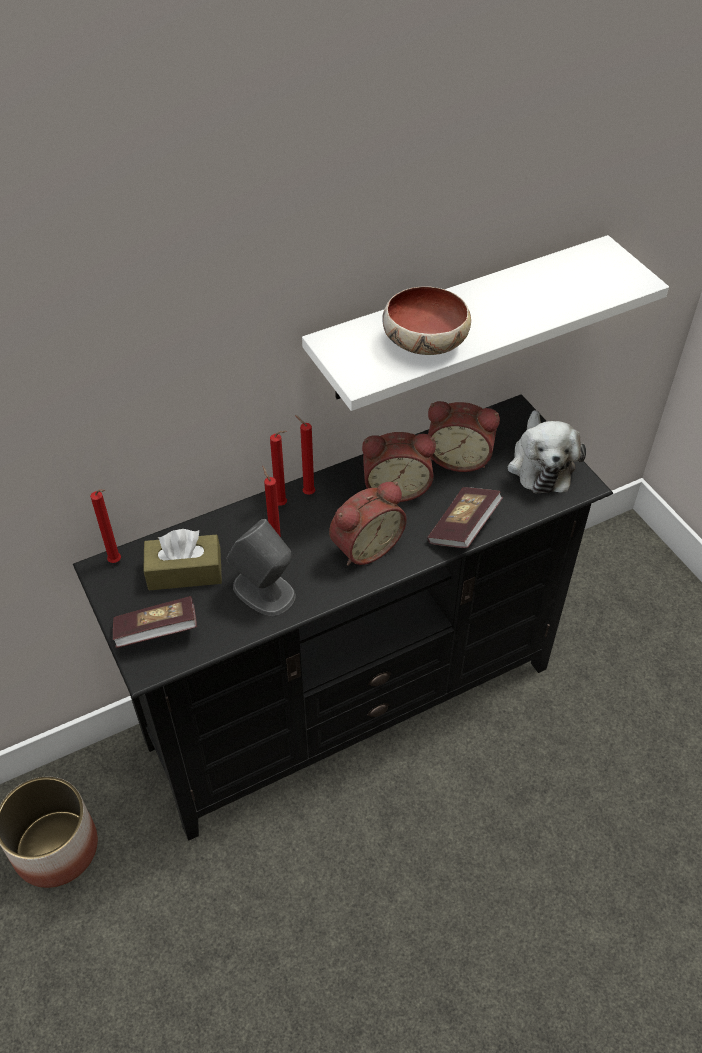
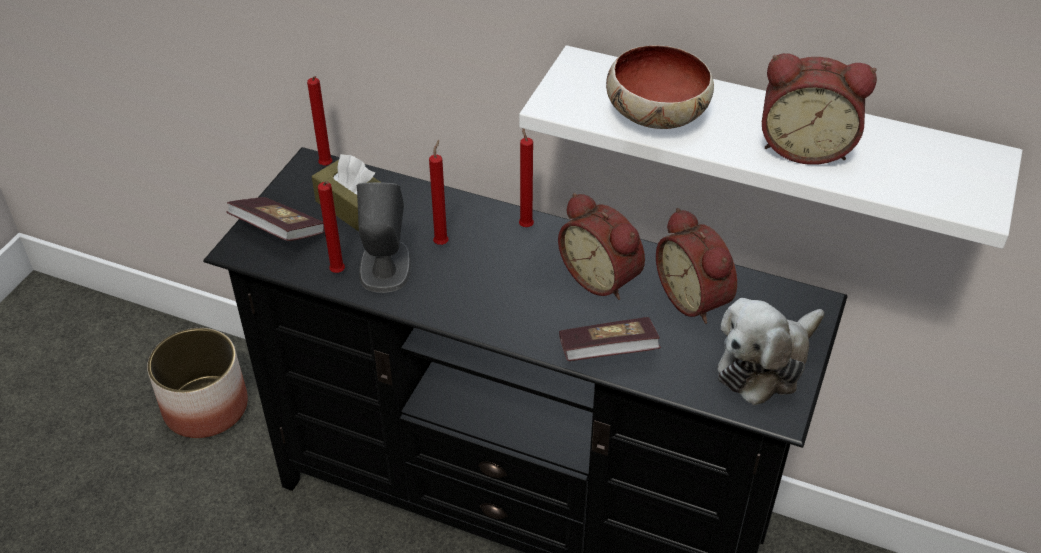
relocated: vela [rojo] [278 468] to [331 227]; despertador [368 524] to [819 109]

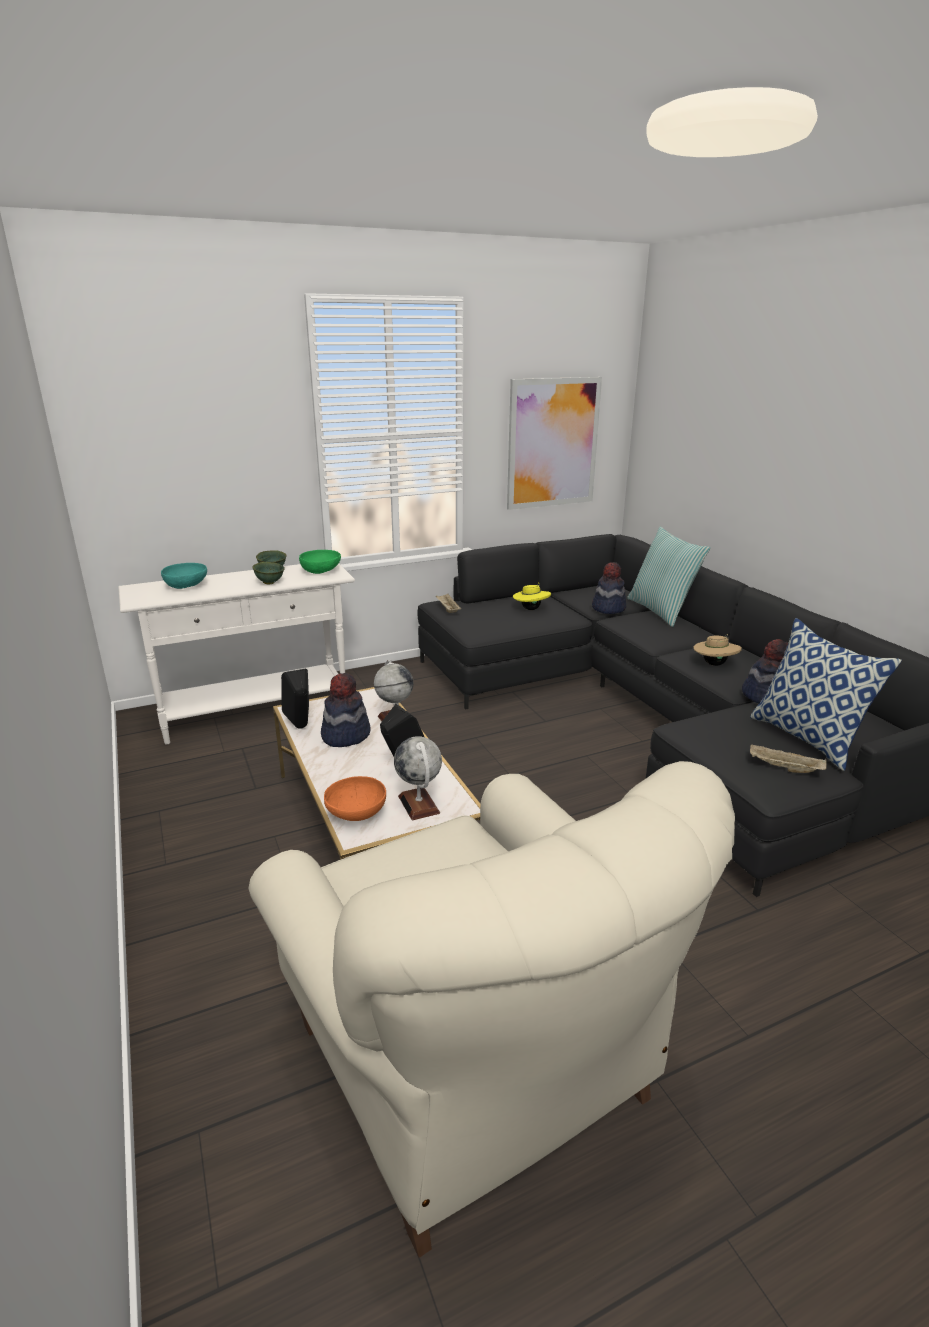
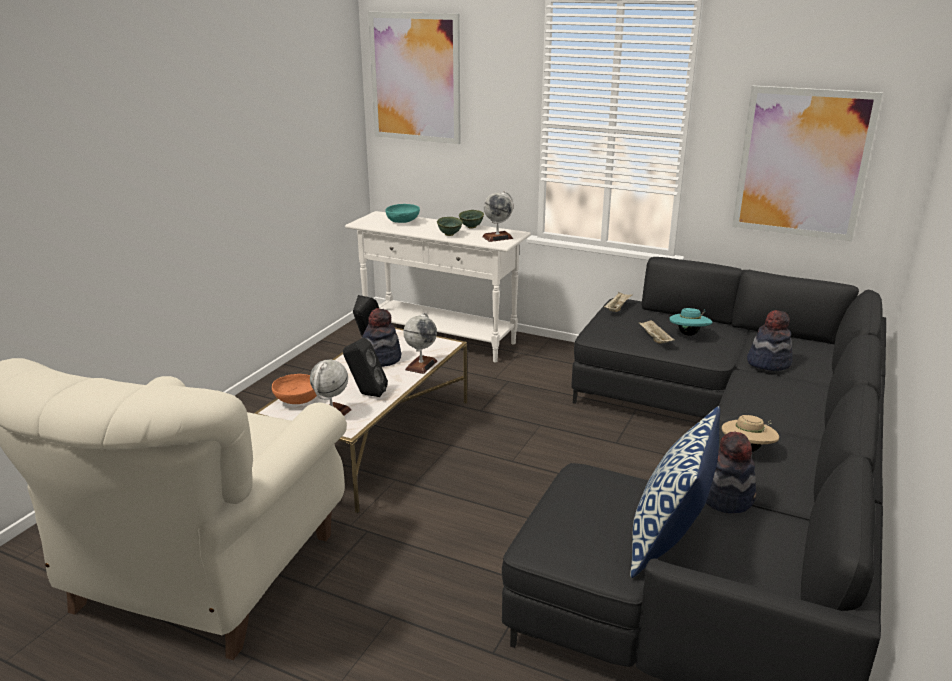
missing: cojín [668 577]
appeared: cuadro [414 78]
relocated: bandeja [beis] [788 758] to [657 332]
exchanged: cuenco [verde] [320 562] to globo terráqueo [498 216]
colour: sombrero [amarillo] [532 596] to sombrero [turquesa] [691 322]

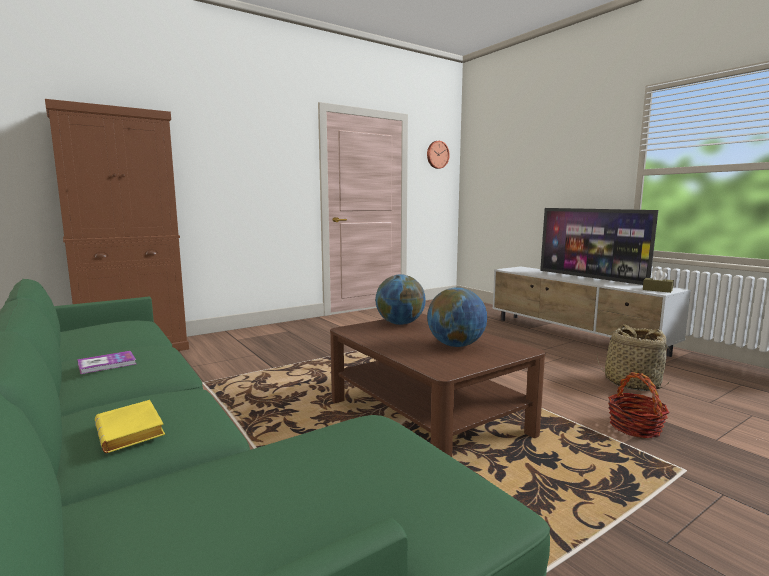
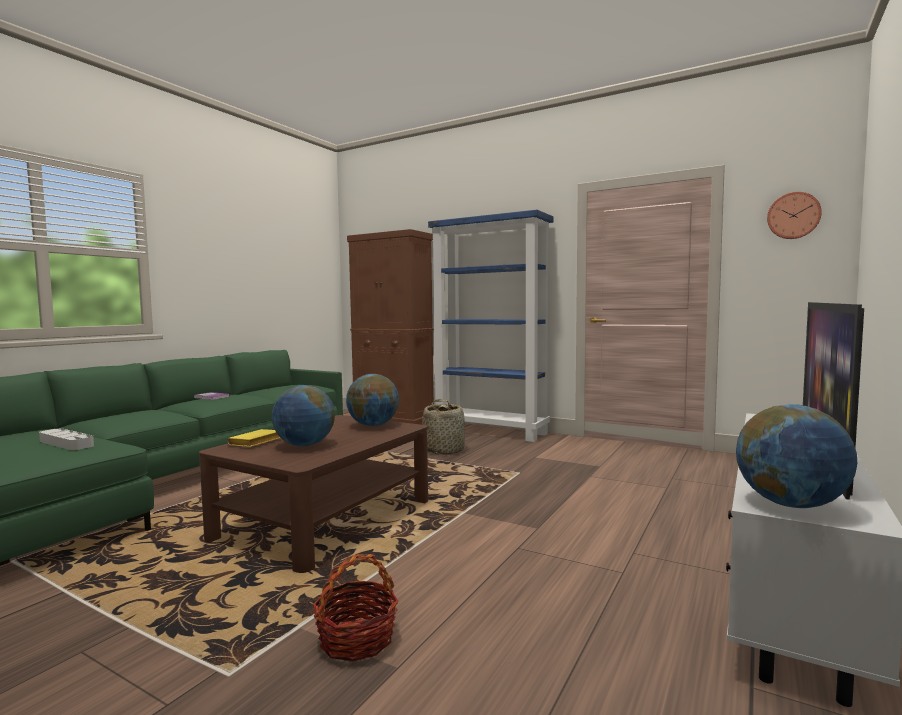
appeared: bandeja [gris] [66 439]; estantería [azul] [490 326]
relocated: libro [amarillo] [130 426] to [254 438]; cesta [633 357] to [443 427]
exchanged: caja de pañuelos [marrón] [658 281] to globo terráqueo [796 456]

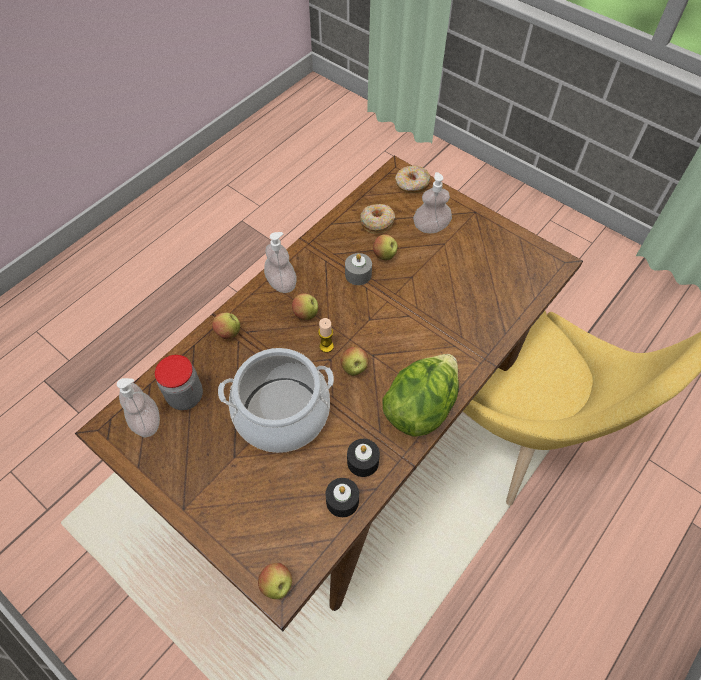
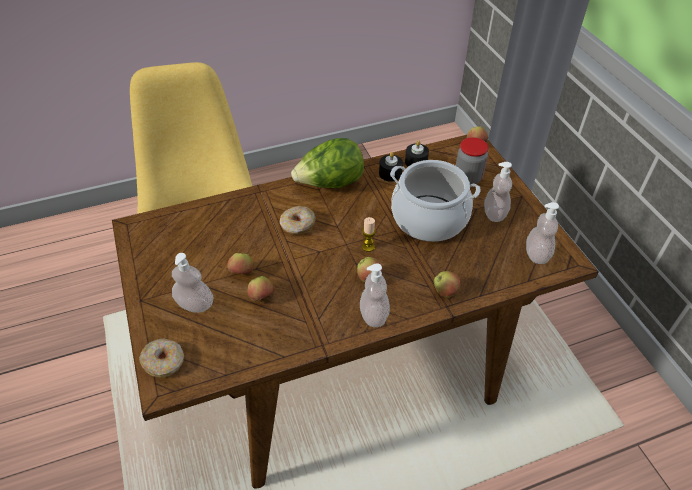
missing: vela [gris] [358 269]
appeared: dispensador de jabón [498 192]
relocated: tarro [179 382] to [472 160]; manzana [354 361] to [240 264]; rosquilla [377 219] to [298 220]

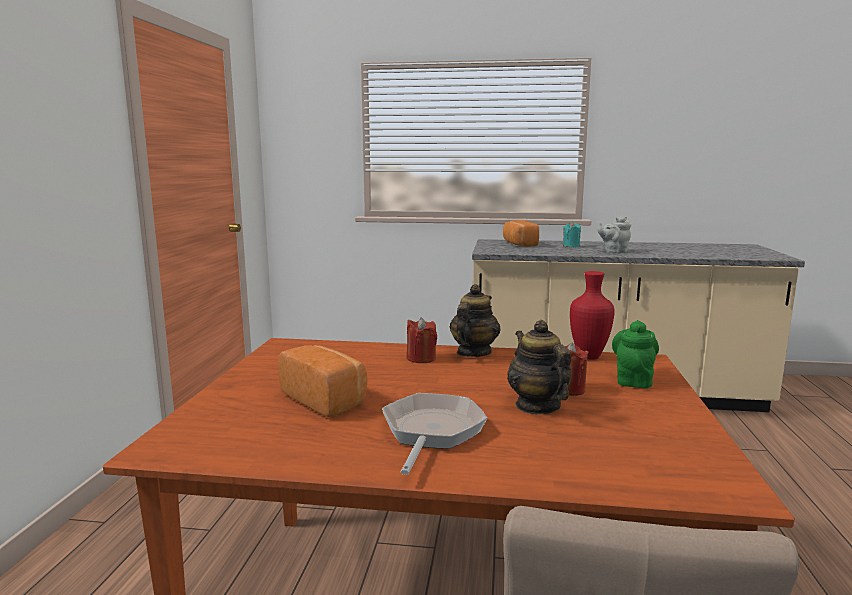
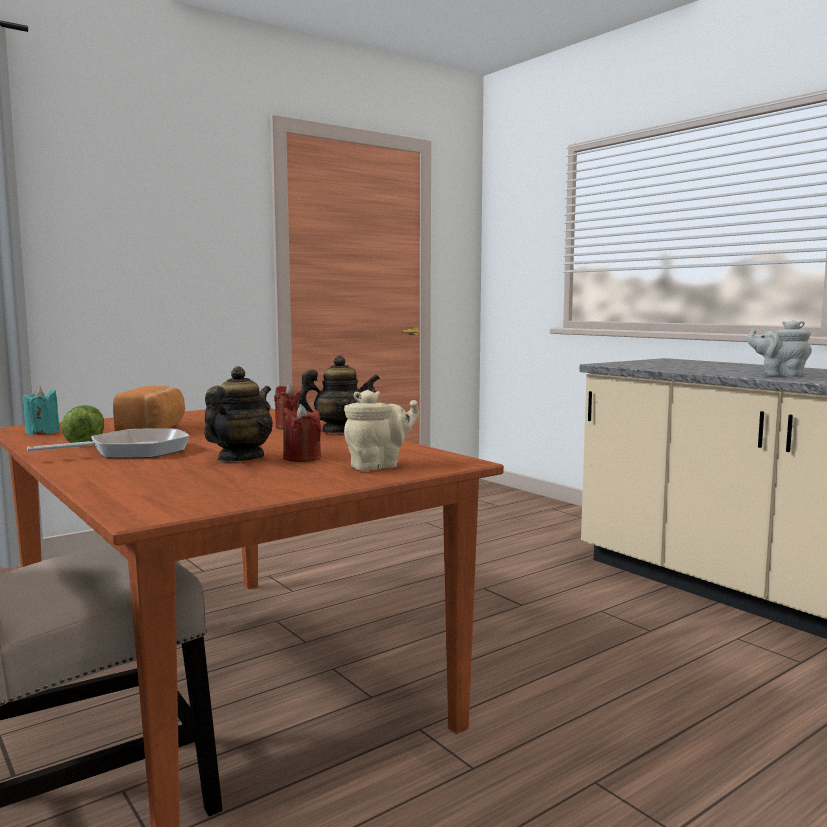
missing: pan [521 233]; florero [rojo] [592 315]
appeared: lechuga [82 424]
relocated: vela [turquesa] [572 235] to [41 411]
colour: tetera [verde] [635 354] to tetera [beis] [381 430]

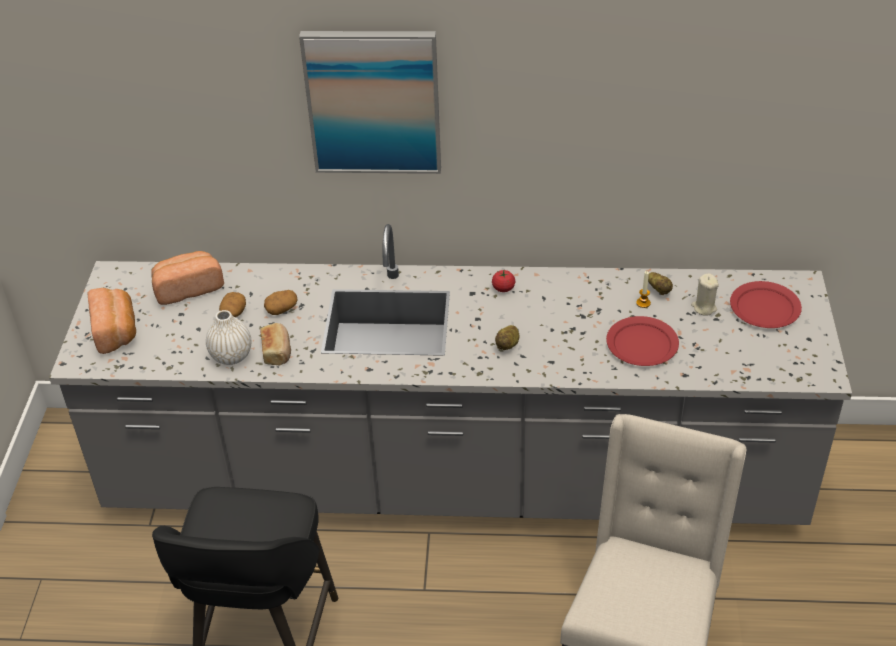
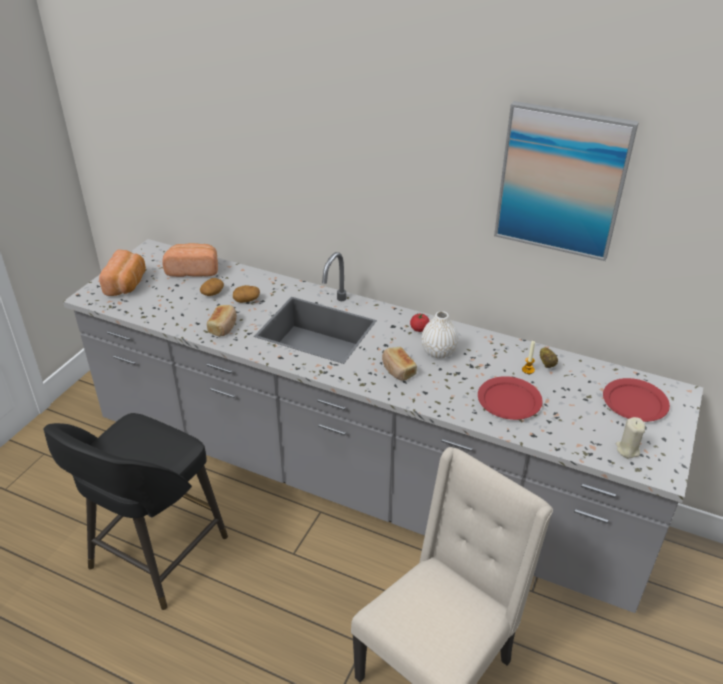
relocated: florero [blanco] [228 337] to [440 334]; cuadro [370 102] to [566 181]; vela [beis] [705 295] to [630 437]
exchanged: patata [507 337] to pan [399 363]

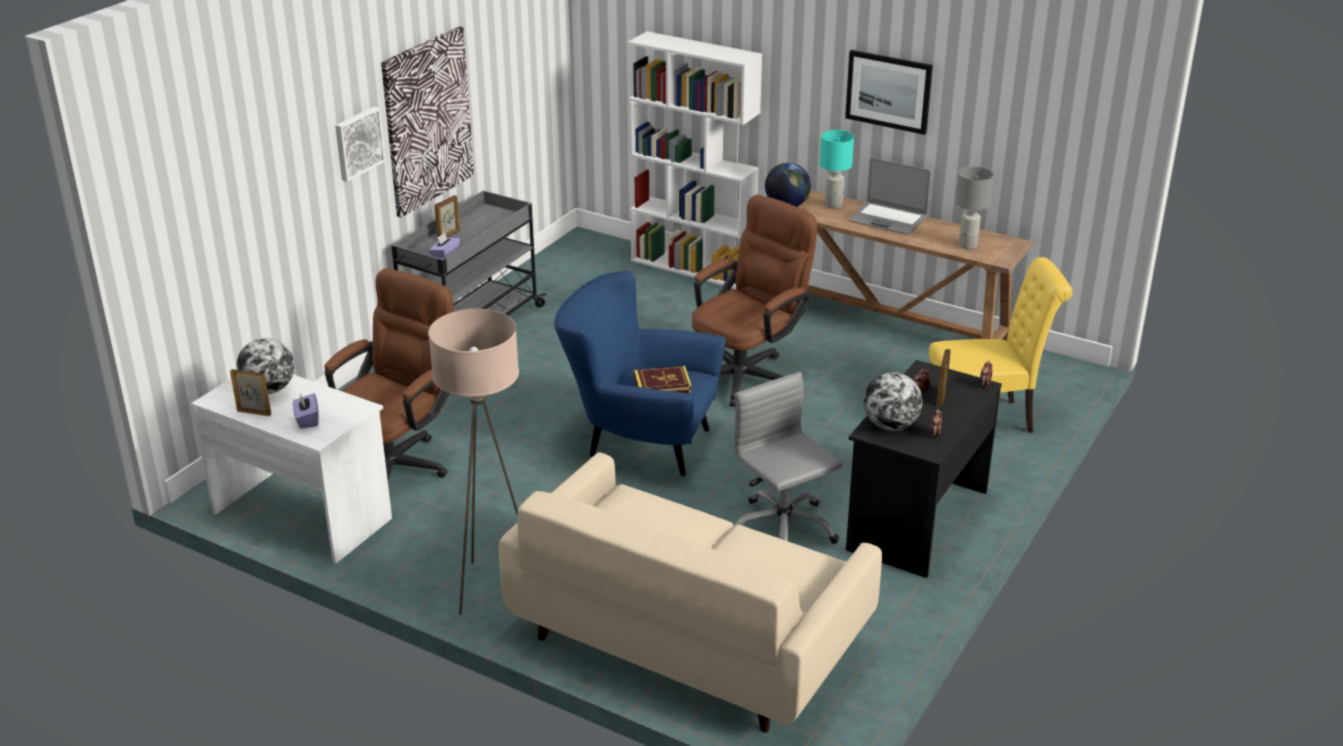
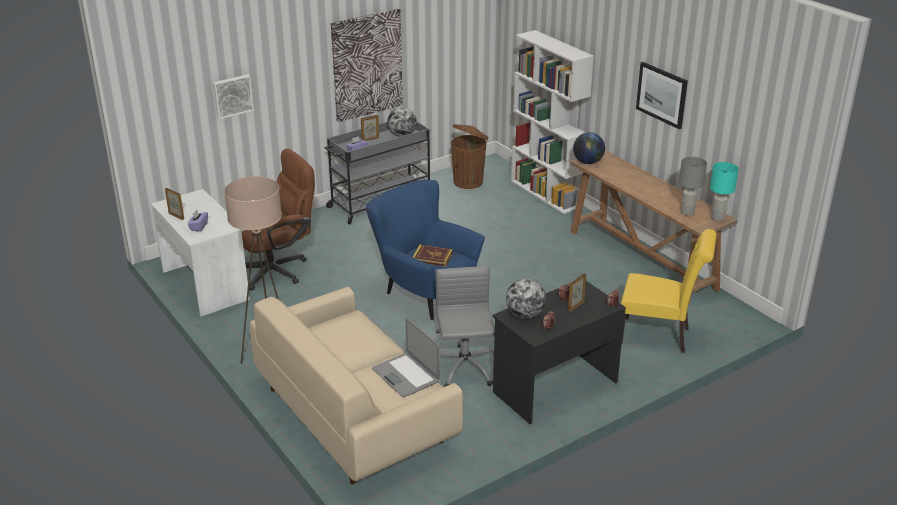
missing: silla de oficina [marrón] [754 301]
appeared: papelera [marrón] [469 156]
relocated: globo terráqueo [265 366] to [402 122]; cuadro [360 144] to [233 96]; lámpara de mesa [turquesa] [837 169] to [724 192]; portátil [890 196] to [406 357]

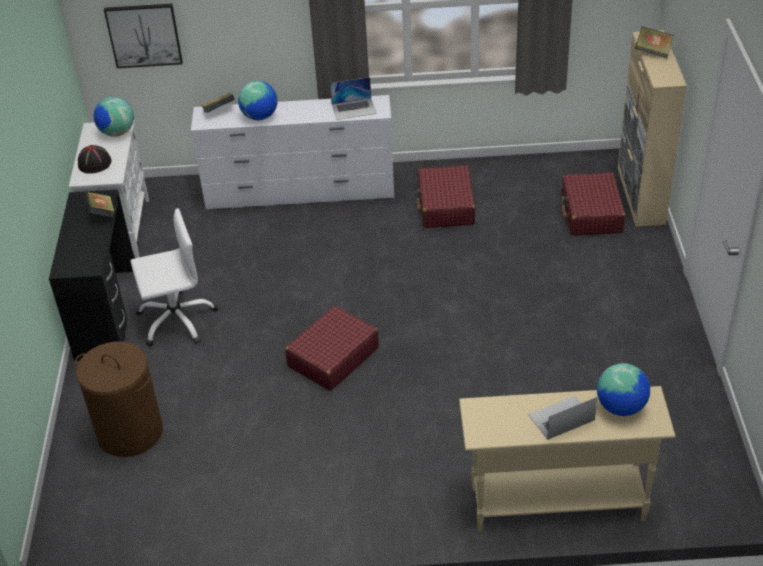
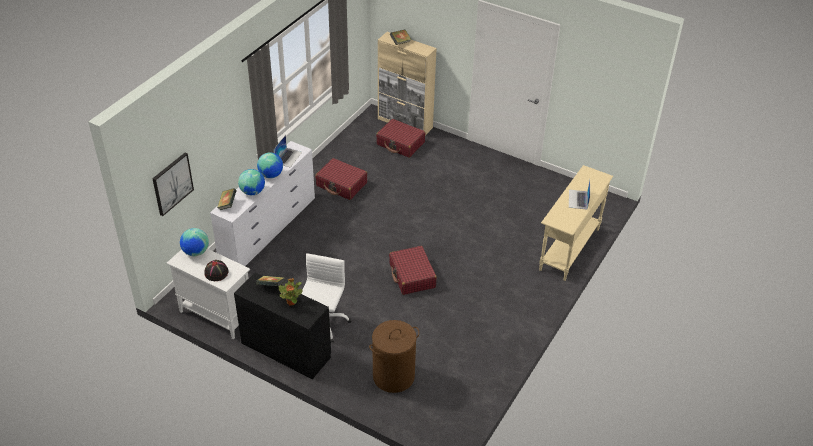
appeared: planta en maceta [291 292]
relocated: globo terráqueo [623 389] to [270 165]

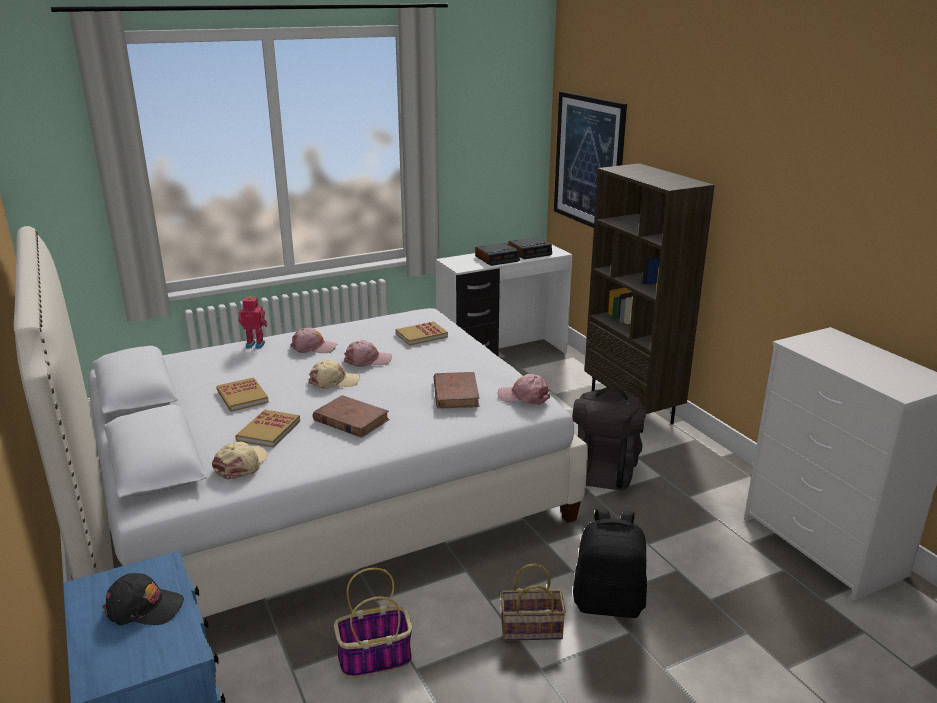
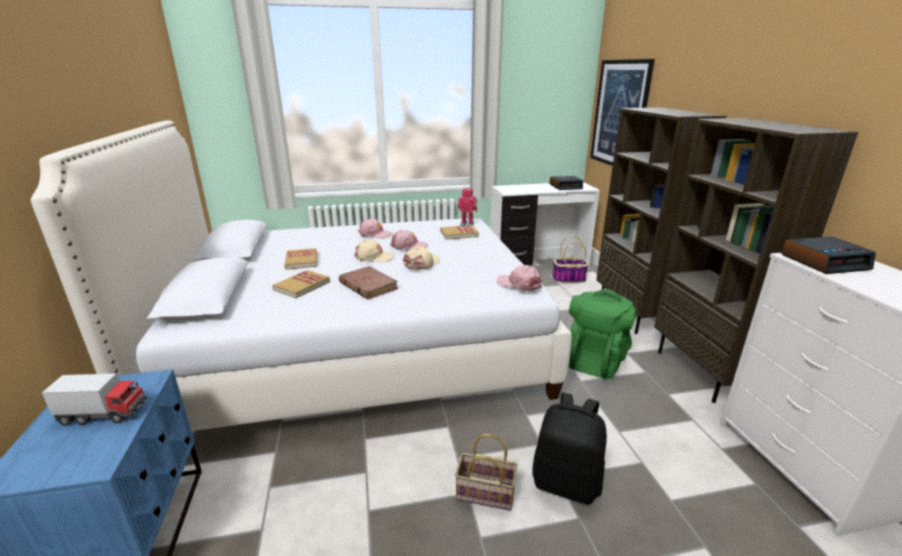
missing: libro [marrón] [457 390]
appeared: estantería [marrón] [756 260]
relocated: gorra [beis] [240 461] to [421 258]; robot de juguete [252 322] to [467 207]; cesta [373 623] to [570 259]; despertador [497 254] to [828 255]
exchanged: gorra [negro] [143 599] to camión de juguete [94 400]
colour: mochila [negro] [609 439] to mochila [verde] [603 334]

